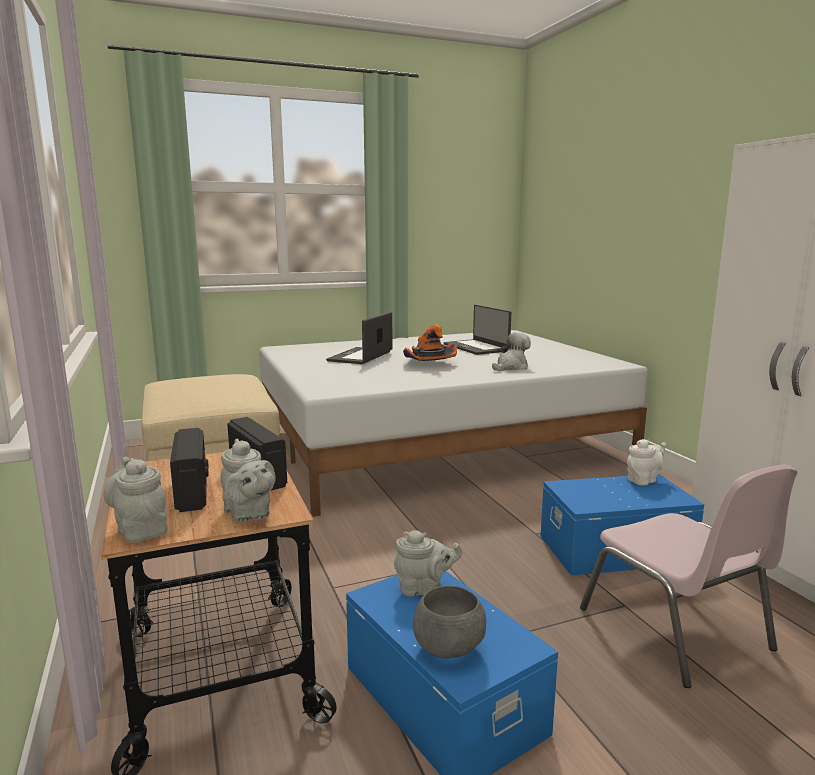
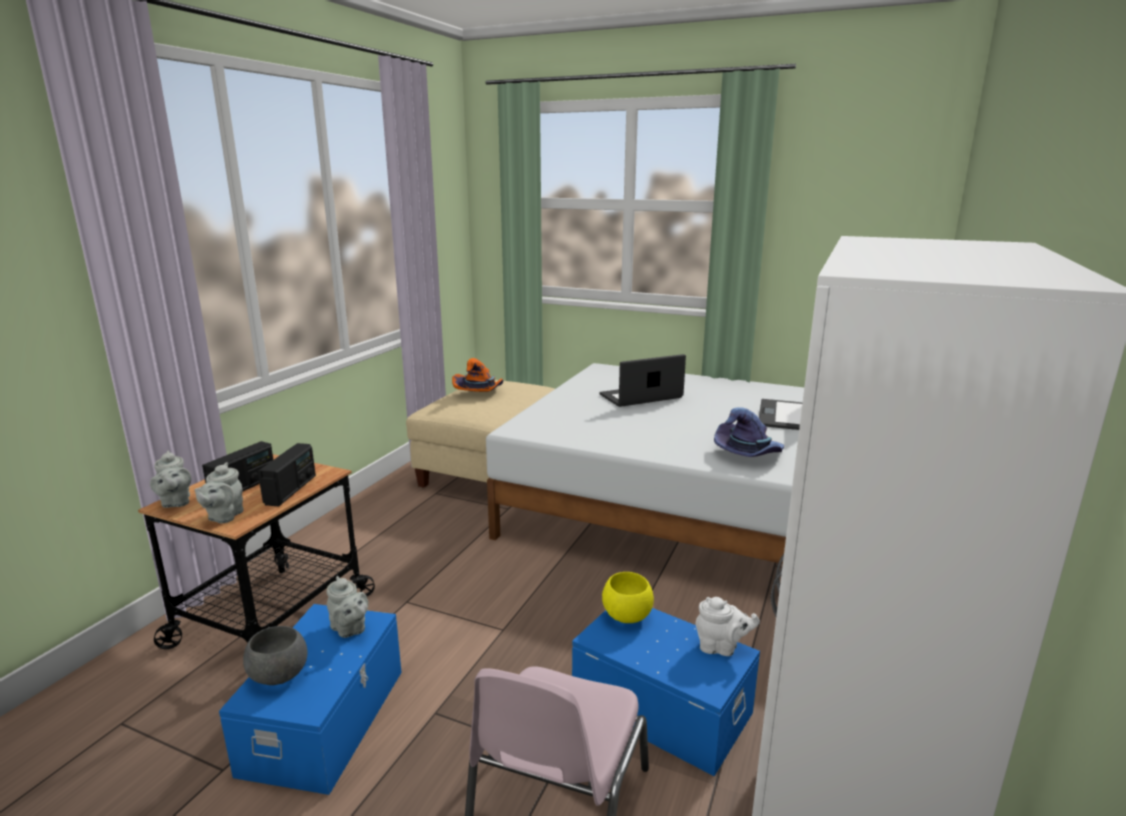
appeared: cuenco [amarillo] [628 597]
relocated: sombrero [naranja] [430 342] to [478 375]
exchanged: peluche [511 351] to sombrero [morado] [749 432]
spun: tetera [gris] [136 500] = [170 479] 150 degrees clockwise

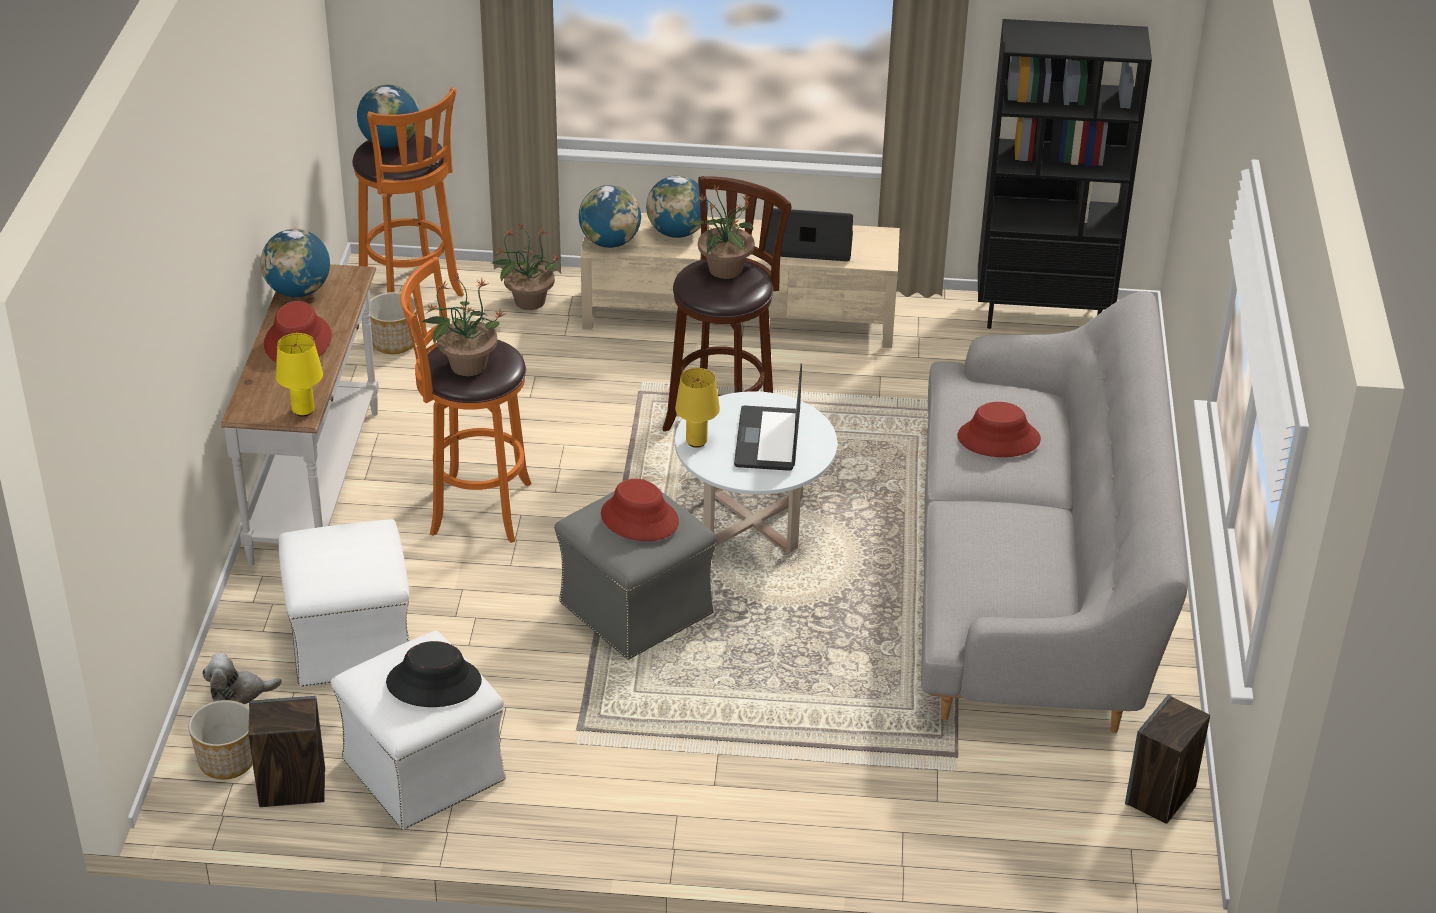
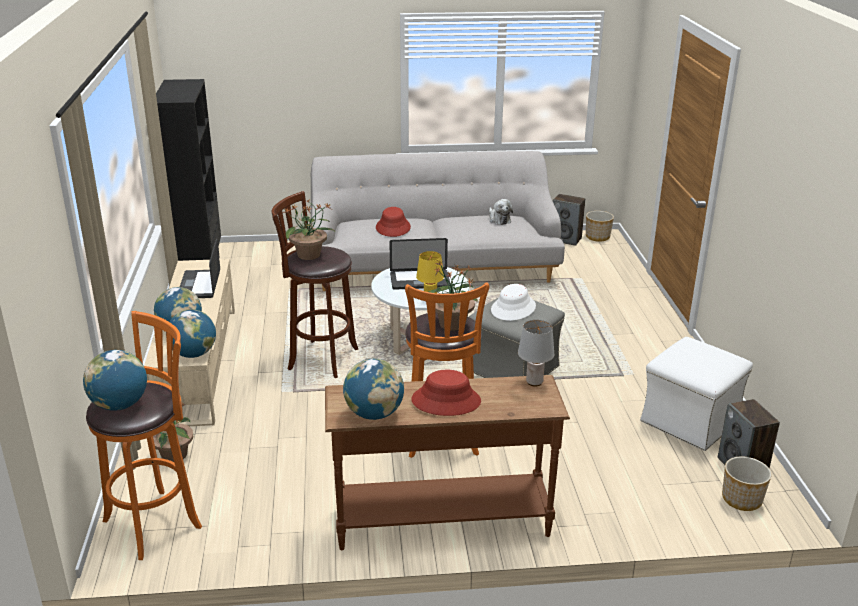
missing: puf [blanco] [344 603]; sombrero [negro] [434 674]
relocated: peluche [242 678] to [501 212]; maceta [394 323] to [600 226]
colour: mesa consola [blanco] [300 415] to mesa consola [marrón] [447 462]; lámpara de mesa [amarillo] [299 375] to lámpara de mesa [gris] [536 353]; sombrero [rojo] [640 510] to sombrero [blanco] [513 302]

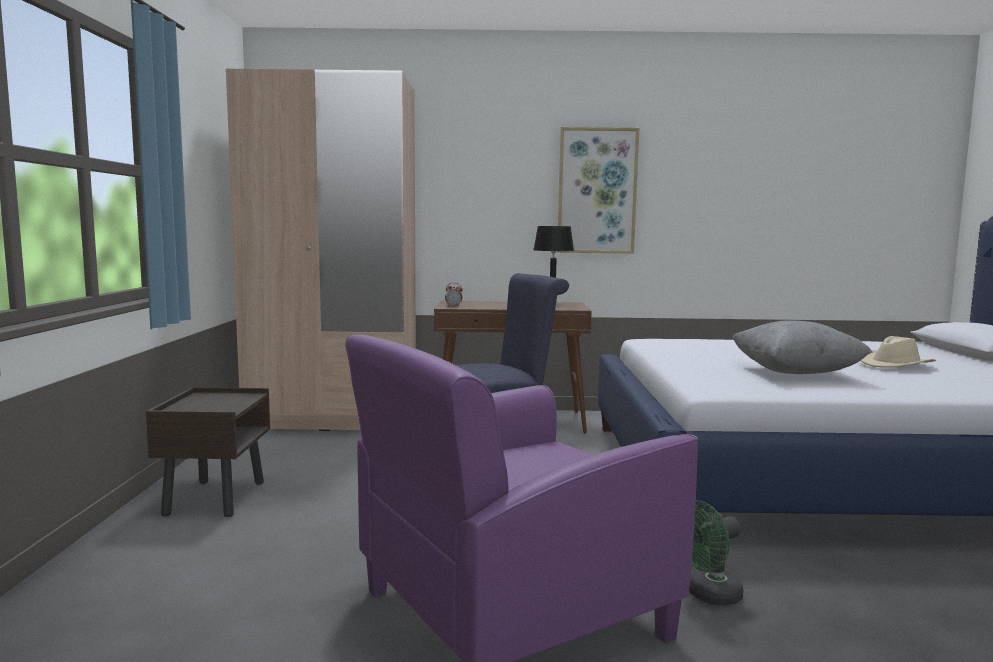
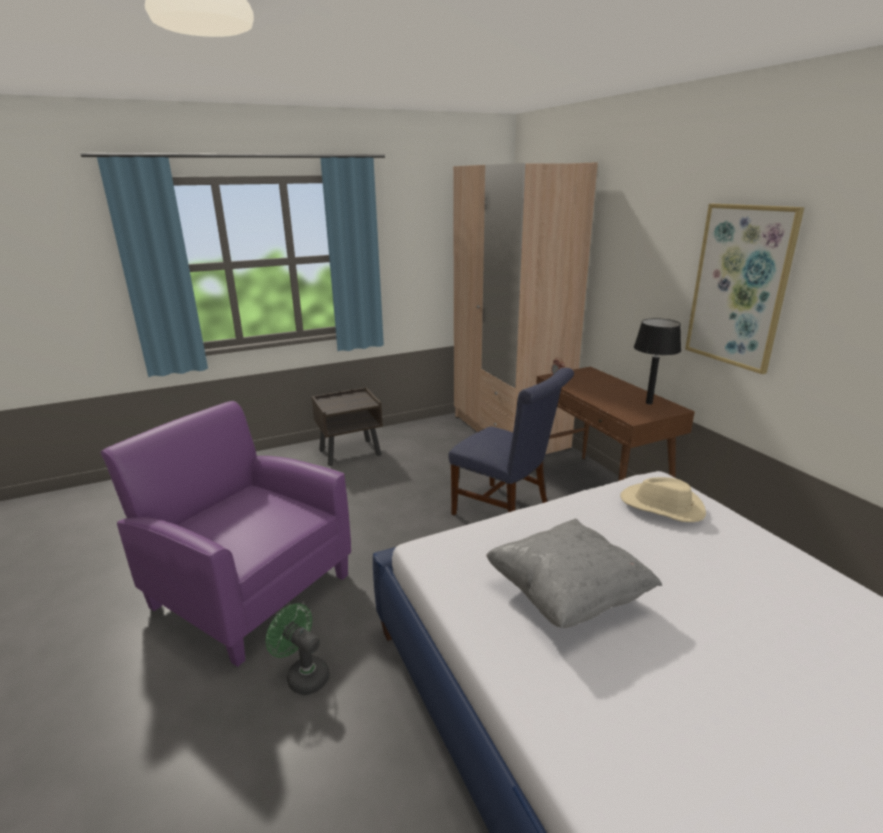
relocated: sombrero [beis] [898 352] to [663 499]

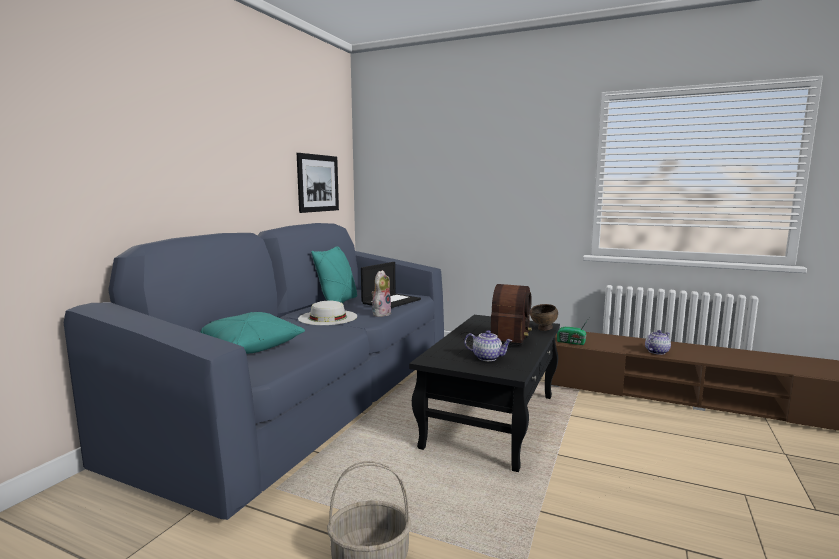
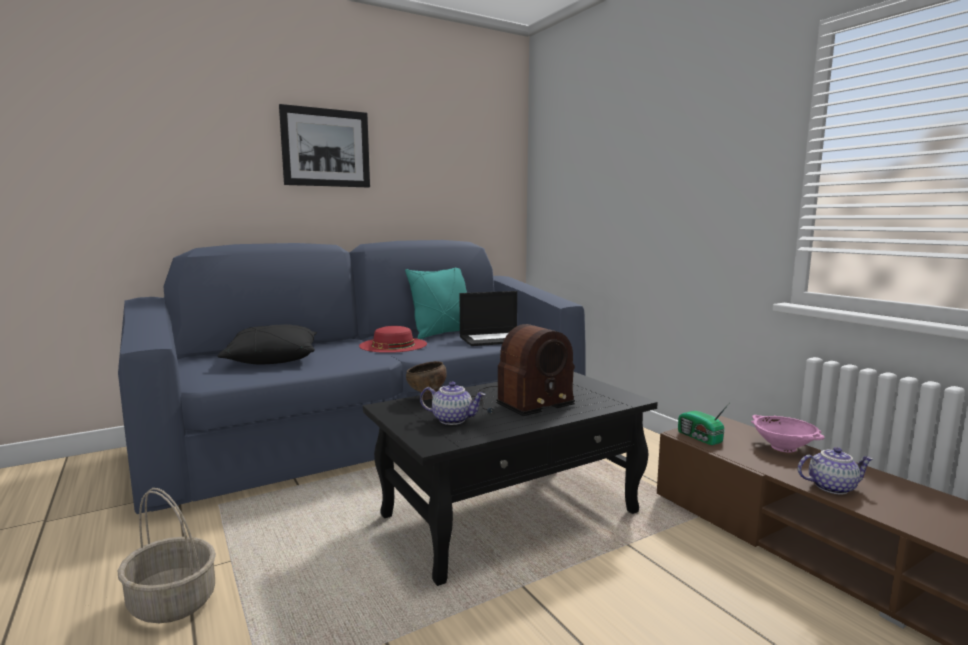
missing: peluche [381 293]
appeared: cuenco [rosa] [788 434]
relocated: cuadro [318 183] to [324 145]; cuenco [marrón] [544 317] to [426 380]
colour: cojín [turquesa] [252 333] to cojín [negro] [267 344]; sombrero [blanco] [327 313] to sombrero [rojo] [393 339]
spun: tetera [488 345] = [453 403] 45 degrees counterclockwise

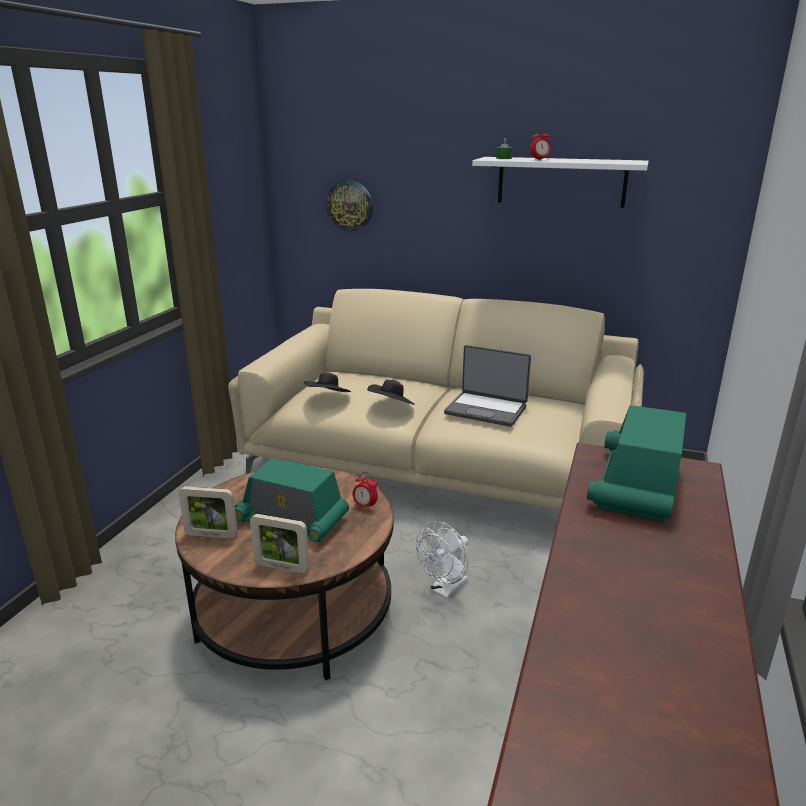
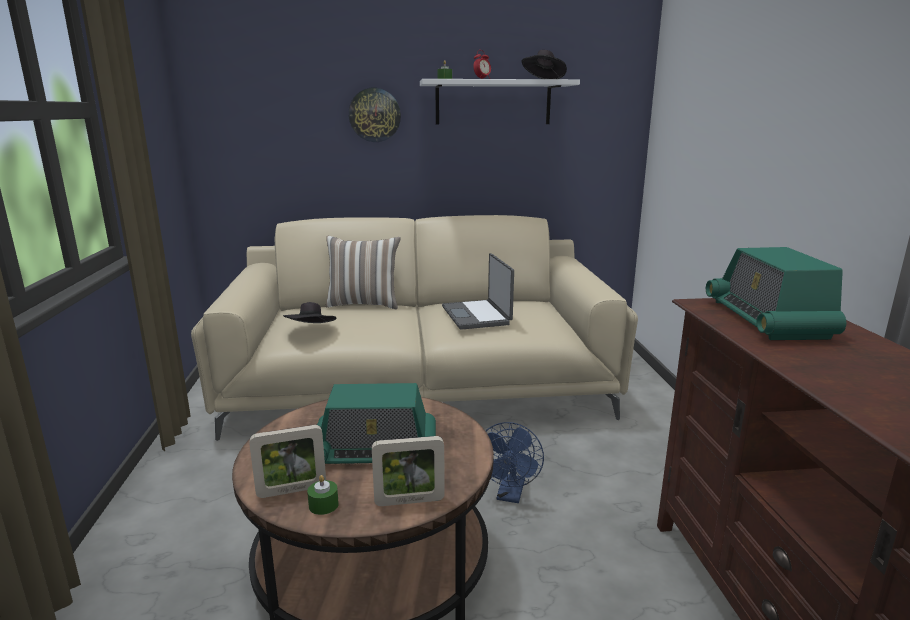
missing: despertador [365 492]
appeared: vela [verde] [323 495]; cojín [363 272]
relocated: reloj de pared [349 205] to [374 115]; sombrero [negro] [391 392] to [544 64]
colour: ventilador [blanco] [442 560] to ventilador [azul] [515 462]
spun: portátil [487 386] = [478 291] 75 degrees clockwise

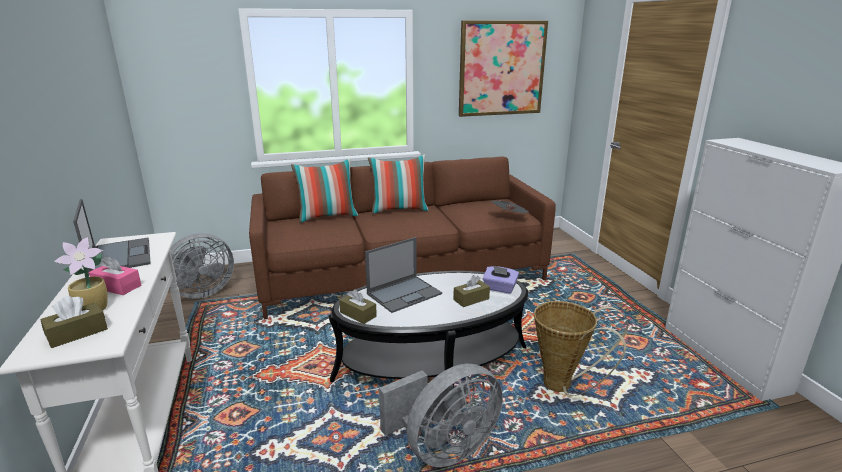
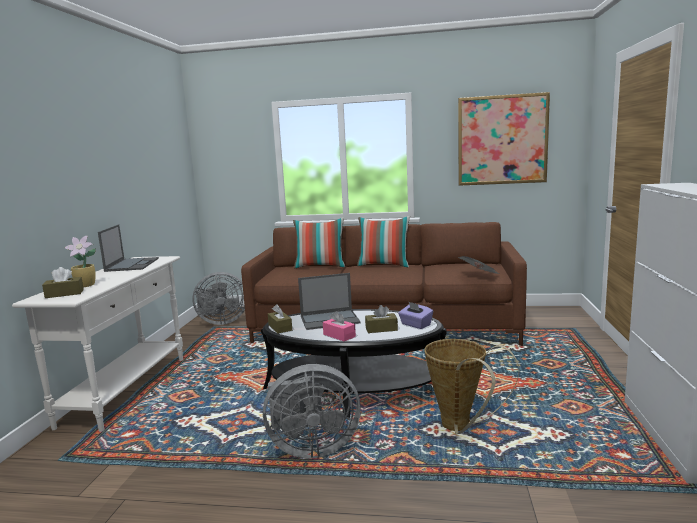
relocated: caja de pañuelos [rosa] [115 275] to [339 326]

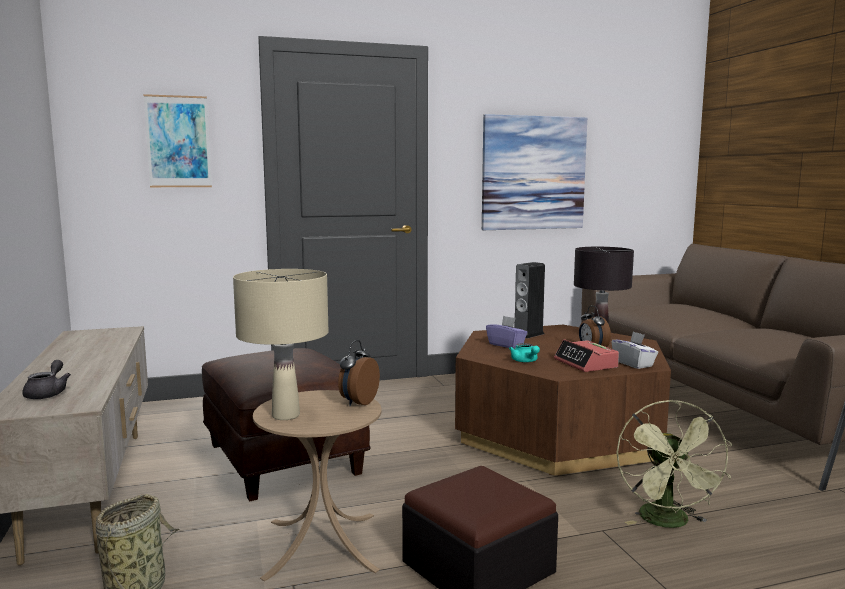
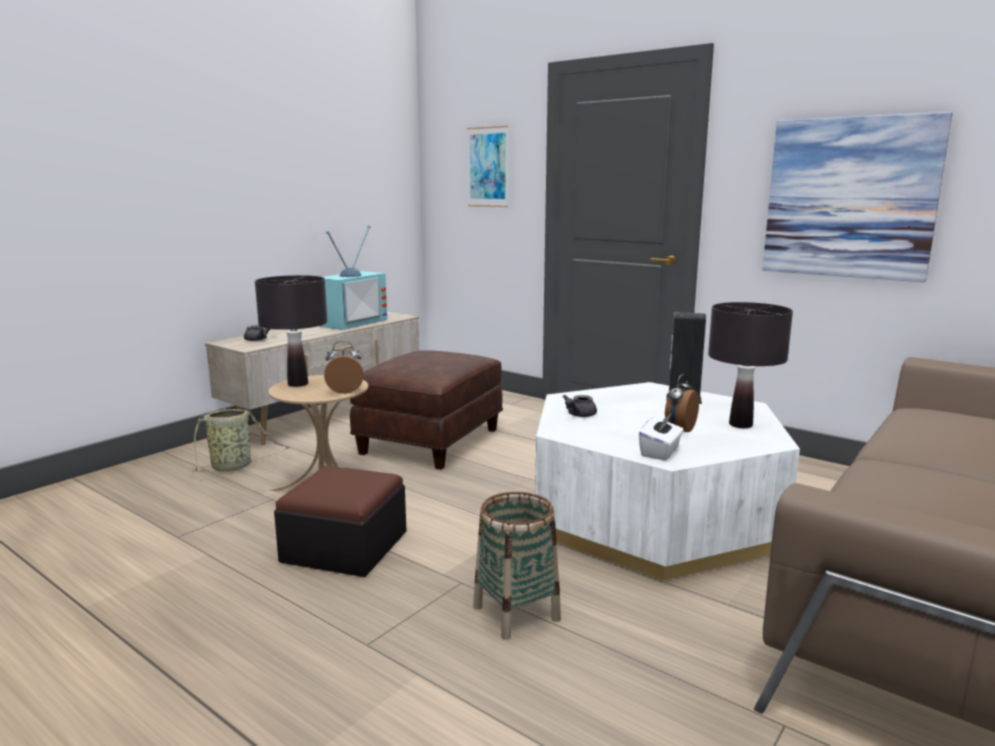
missing: caja de pañuelos [morado] [507 332]; despertador [586 355]
appeared: televisor [352 277]
exchanged: ventilador [verde] [674 464] to cesta [517 566]
colour: lámpara de mesa [beis] [281 344] to lámpara de mesa [negro] [291 331]; mesa de centro [marrón] [563 400] to mesa de centro [blanco] [667 481]; tetera [turquesa] [524 352] to tetera [gris] [580 406]

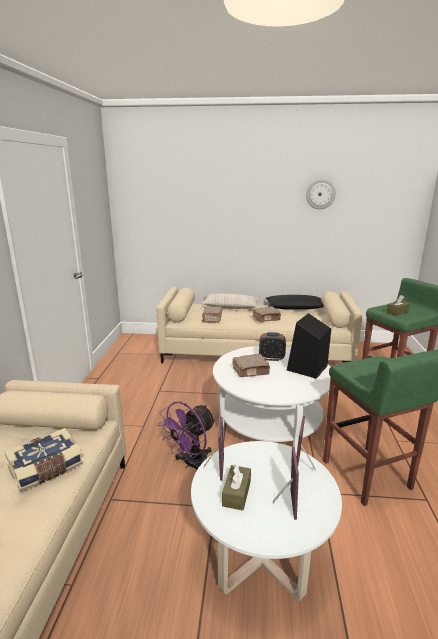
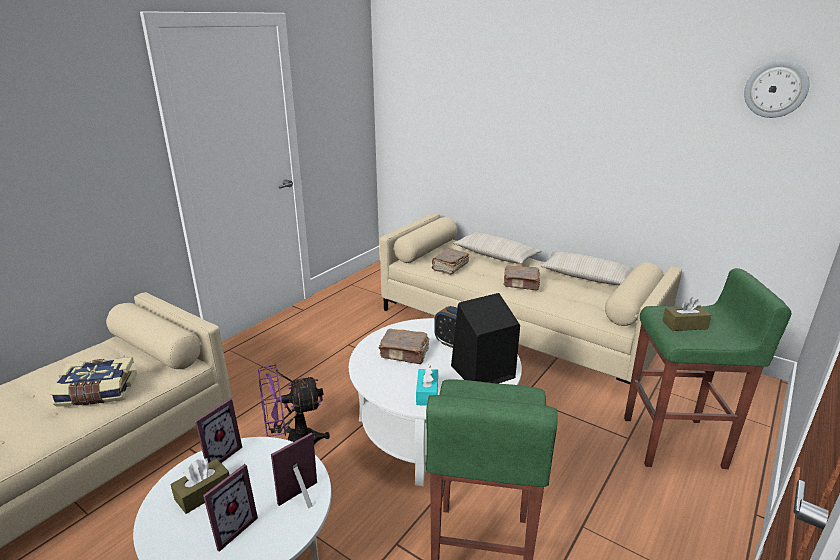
appeared: caja de pañuelos [turquesa] [427 385]
relocated: reloj de pared [321 194] to [776 89]
colour: cojín [negro] [295 302] to cojín [beis] [586 268]

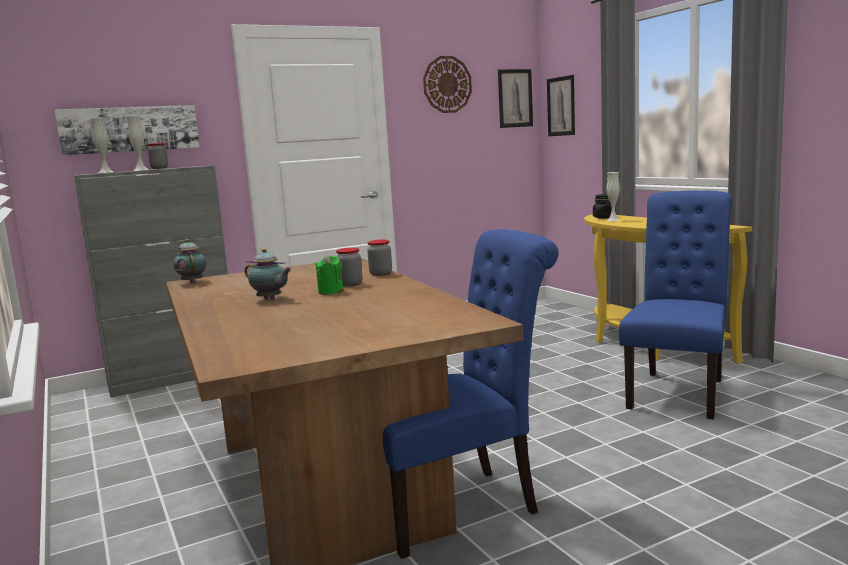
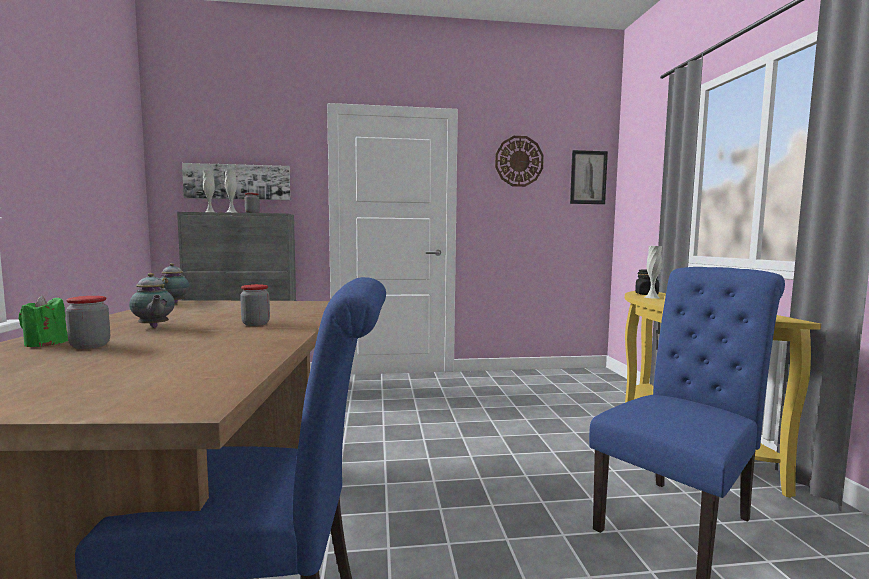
missing: cuadro [561 105]
relocated: vela [verde] [329 275] to [43 321]; tarro [379 258] to [88 322]

